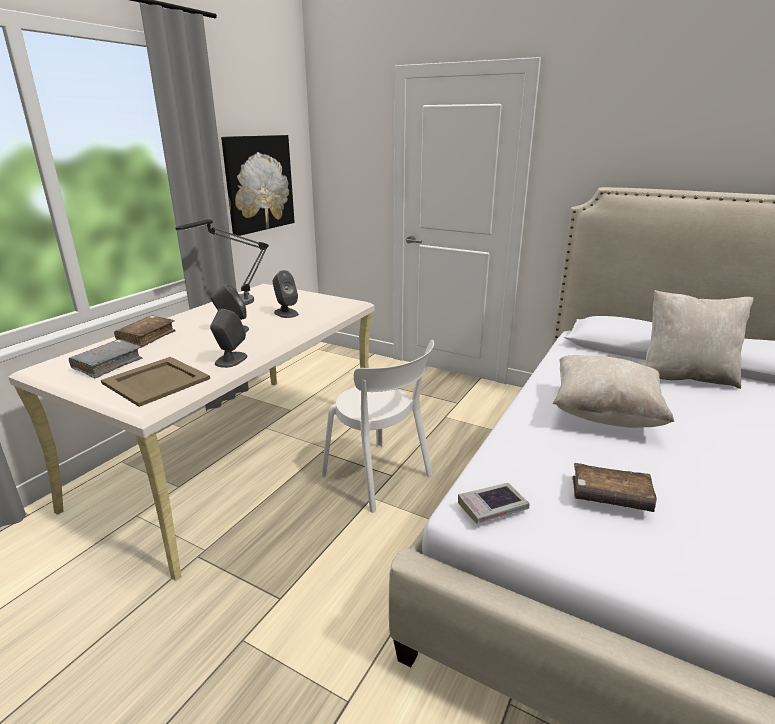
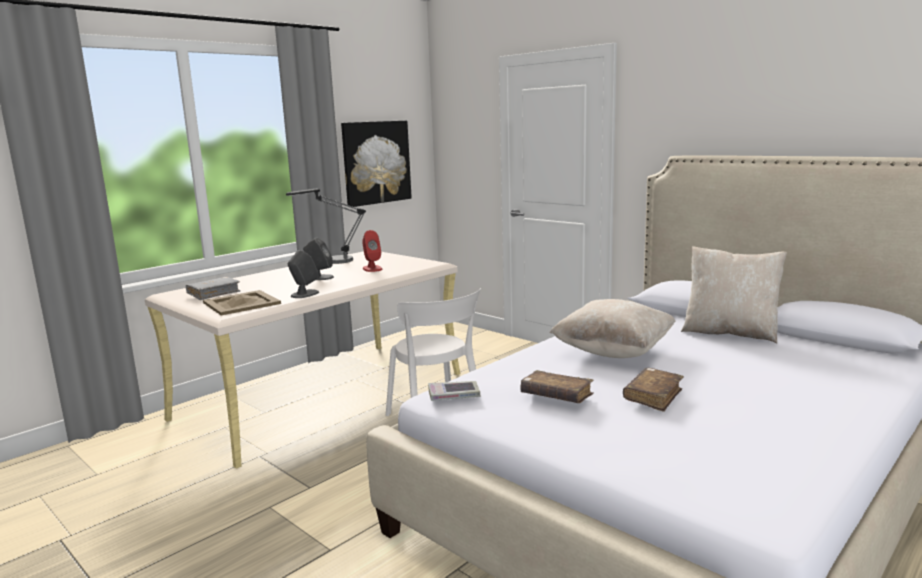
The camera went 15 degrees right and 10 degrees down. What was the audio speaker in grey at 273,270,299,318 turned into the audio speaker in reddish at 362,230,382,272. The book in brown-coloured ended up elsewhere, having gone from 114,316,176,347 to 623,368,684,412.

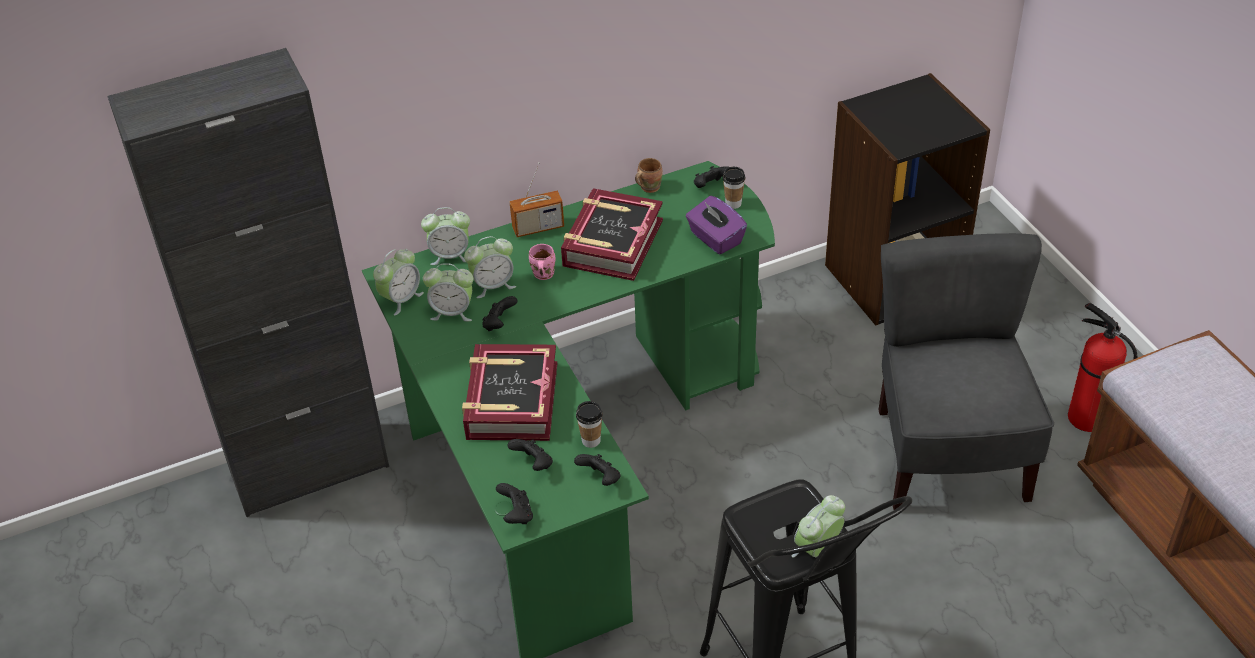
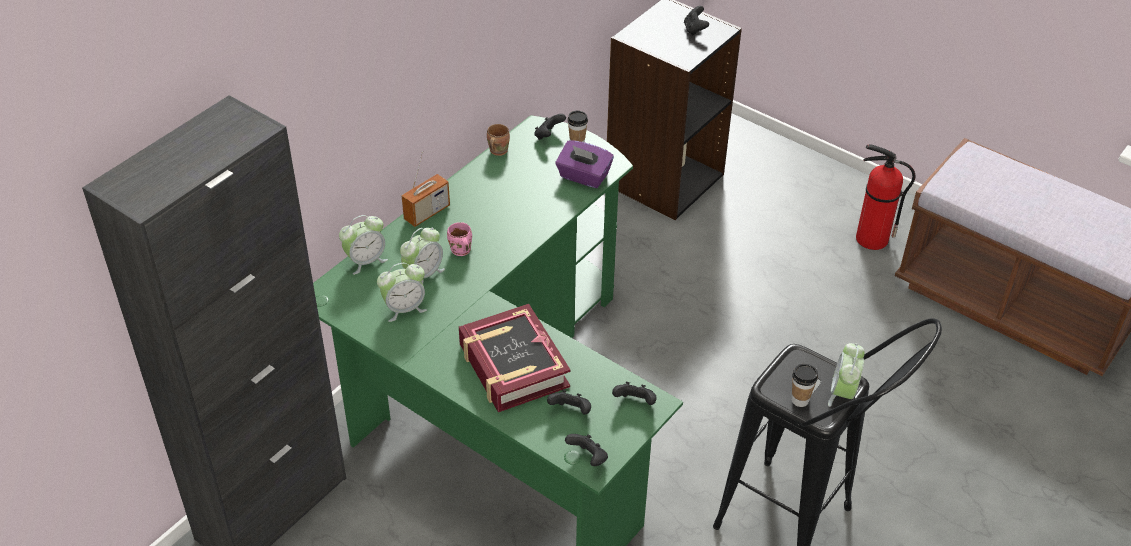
The camera went 30 degrees left and 0 degrees up. The gamepad in black ended up elsewhere, having gone from 482,296,518,331 to 684,6,709,36. The small cup ended up elsewhere, having gone from 576,401,603,448 to 791,364,818,407. The second view lost the table clock at 373,249,424,315. The second view lost the book at 561,188,663,281. The second view lost the upright chair in grey at 878,233,1054,510.

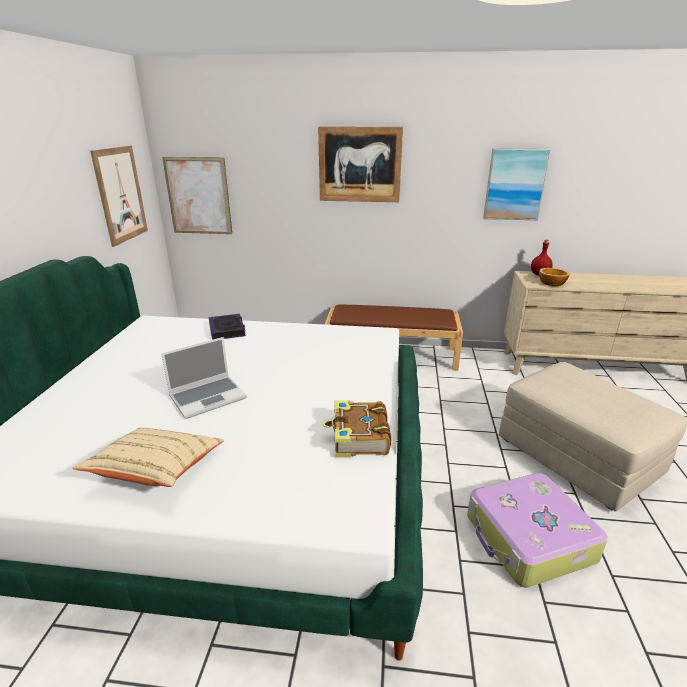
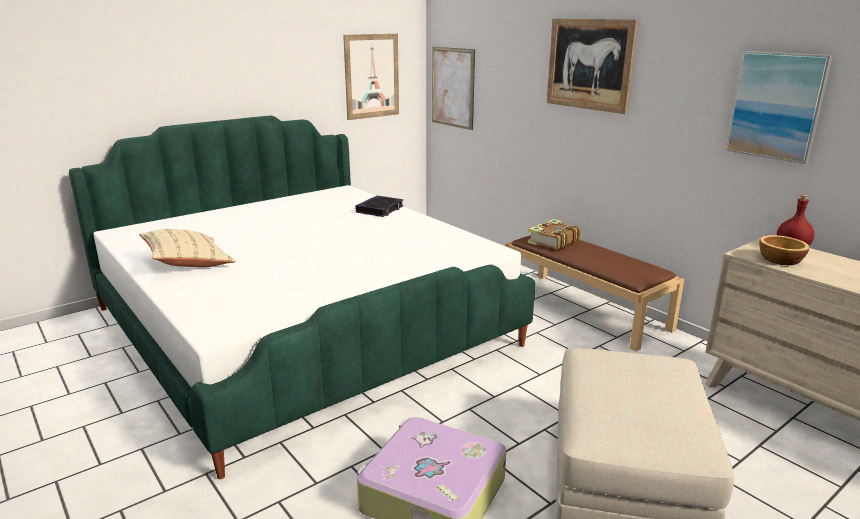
The camera went 45 degrees right and 5 degrees down. The book ended up elsewhere, having gone from 323,400,391,458 to 528,219,581,250. The second view lost the notebook computer at 161,337,247,419.

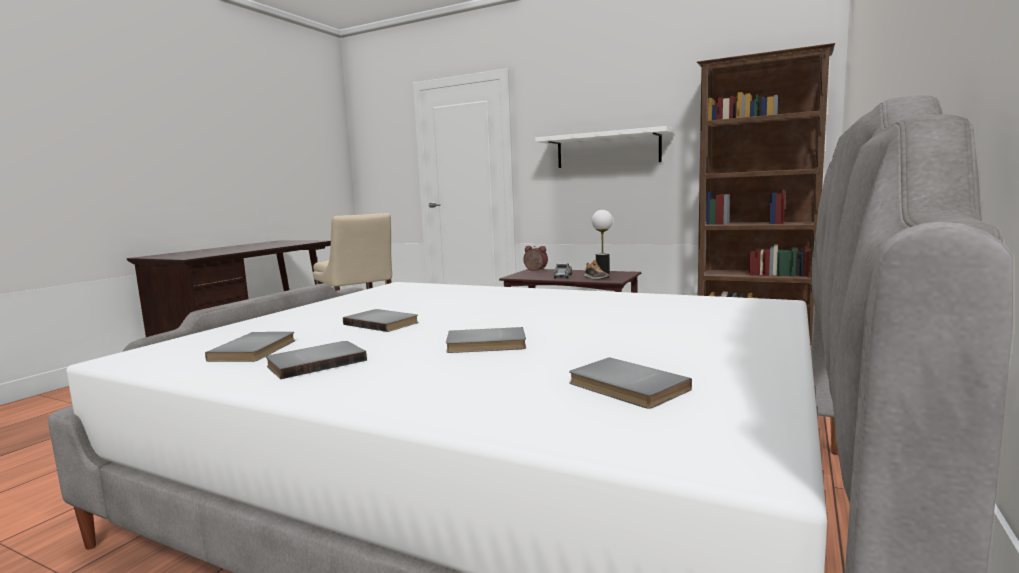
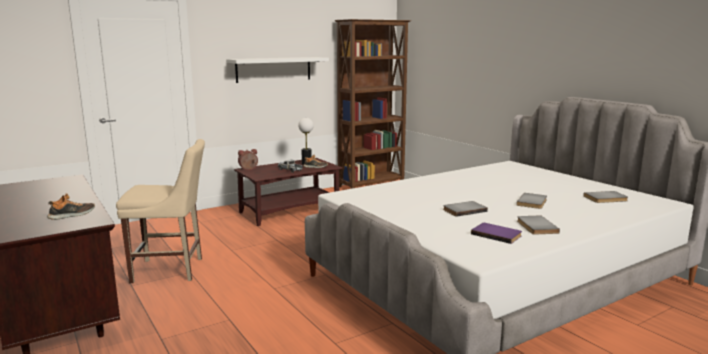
The camera went 60 degrees left and 5 degrees up. The second view gained the item of footwear at 47,193,95,220. What was the book in grey at 205,332,295,362 turned into the book in purplish at 471,223,522,244.

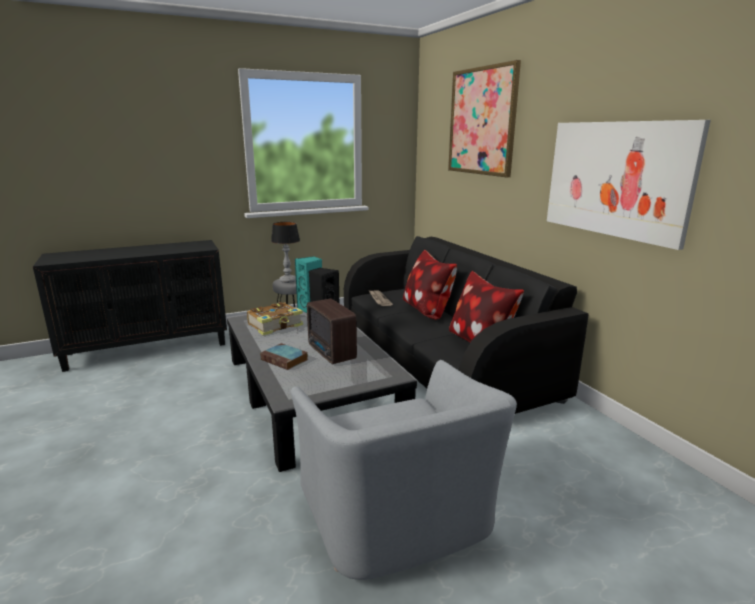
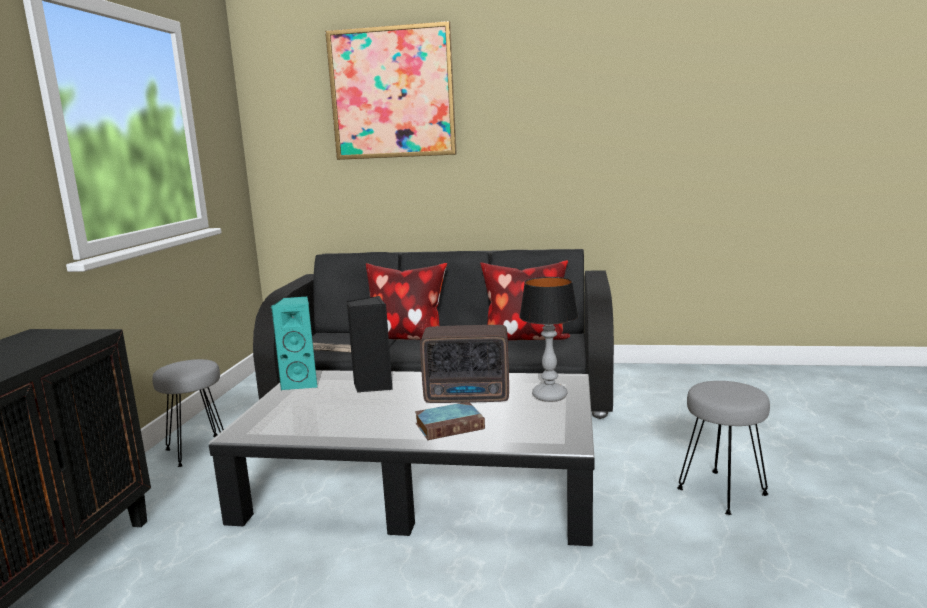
The camera went 55 degrees left and 5 degrees down. The table lamp ended up elsewhere, having gone from 271,222,300,283 to 519,277,579,402. Where the armchair in grey stood at 291,360,517,580, the stool in grey came to stand at 677,381,770,515. The second view lost the book at 247,302,303,336. The second view lost the wall picture at 547,120,711,250.

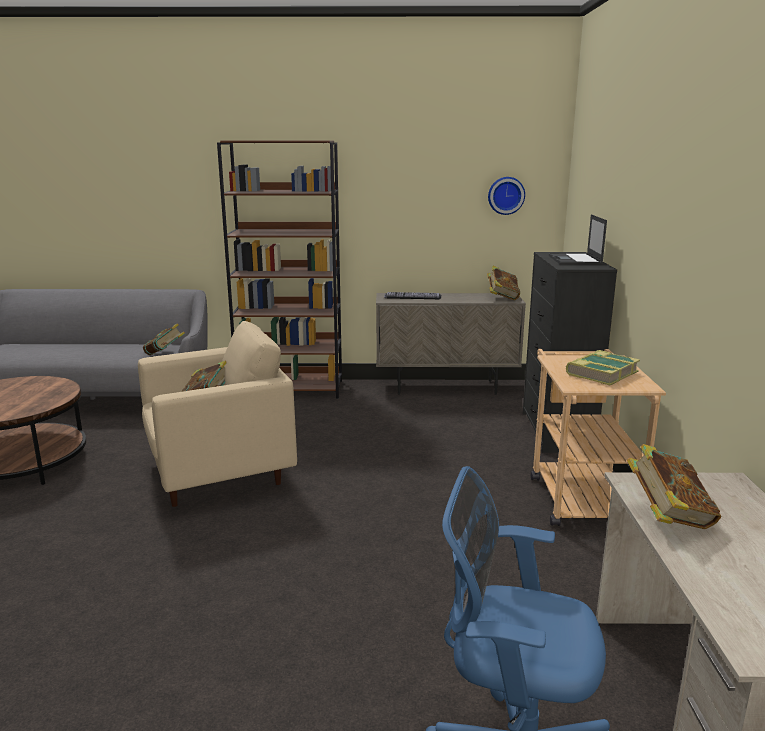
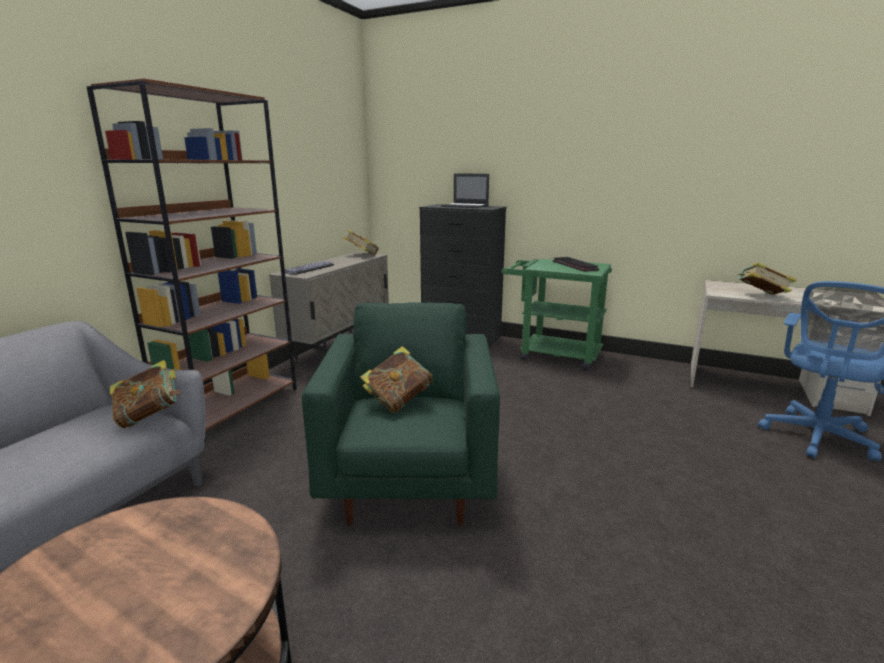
The camera went 65 degrees left and 0 degrees up. What was the armchair in beige-coloured at 138,321,297,507 turned into the armchair in greenish at 302,302,500,526. What was the cart in beige-coloured at 531,349,666,526 turned into the cart in greenish at 501,259,612,371. Where the book stood at 566,350,640,385, the keyboard came to stand at 553,257,599,272. The second view lost the wall clock at 488,177,525,215.

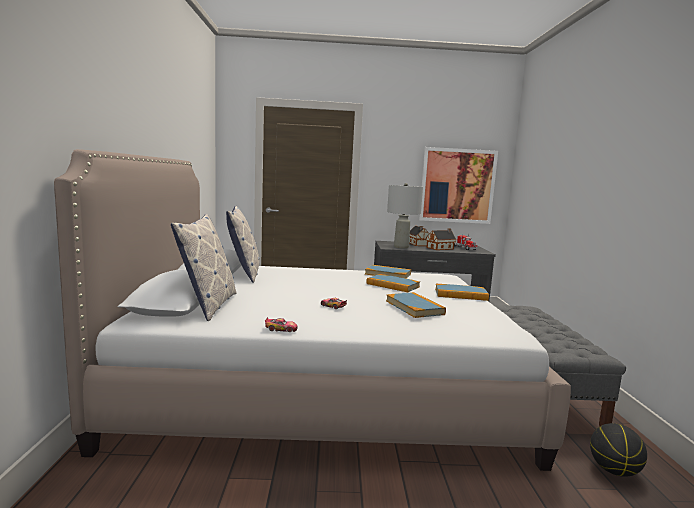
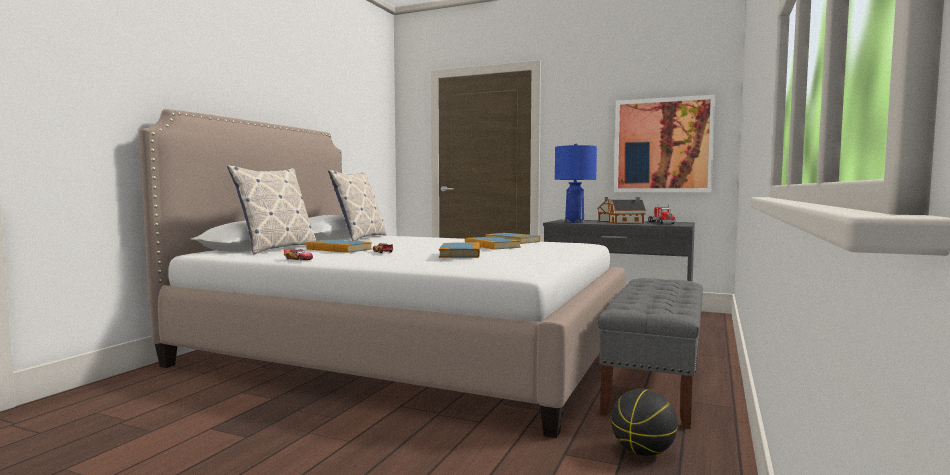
The camera went 25 degrees right and 5 degrees down. The book ended up elsewhere, having gone from 435,284,489,301 to 306,240,372,253. What was the table lamp in grey at 387,183,423,249 turned into the table lamp in blue-coloured at 555,144,597,223.

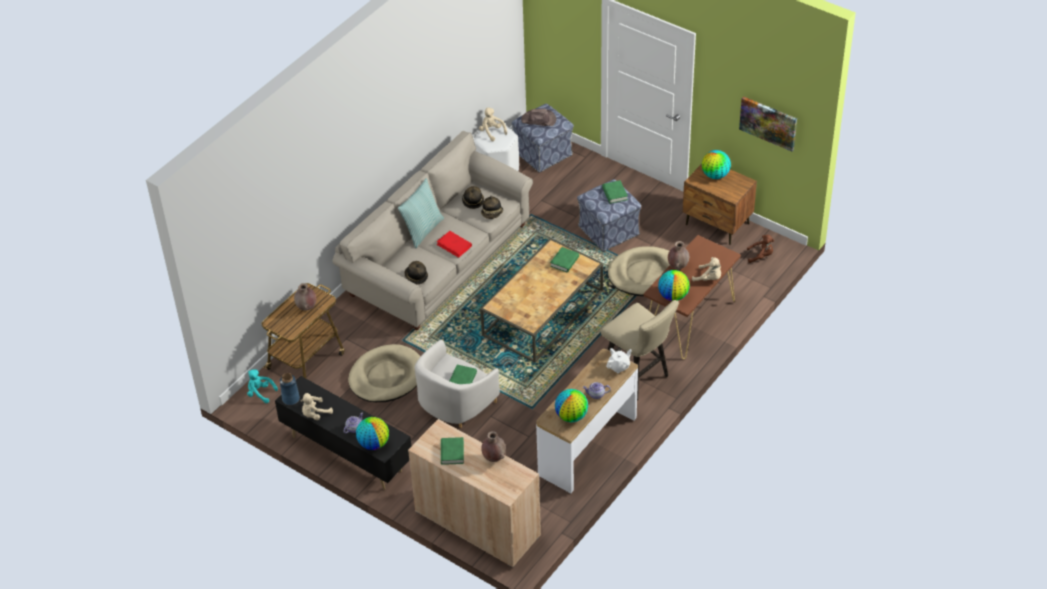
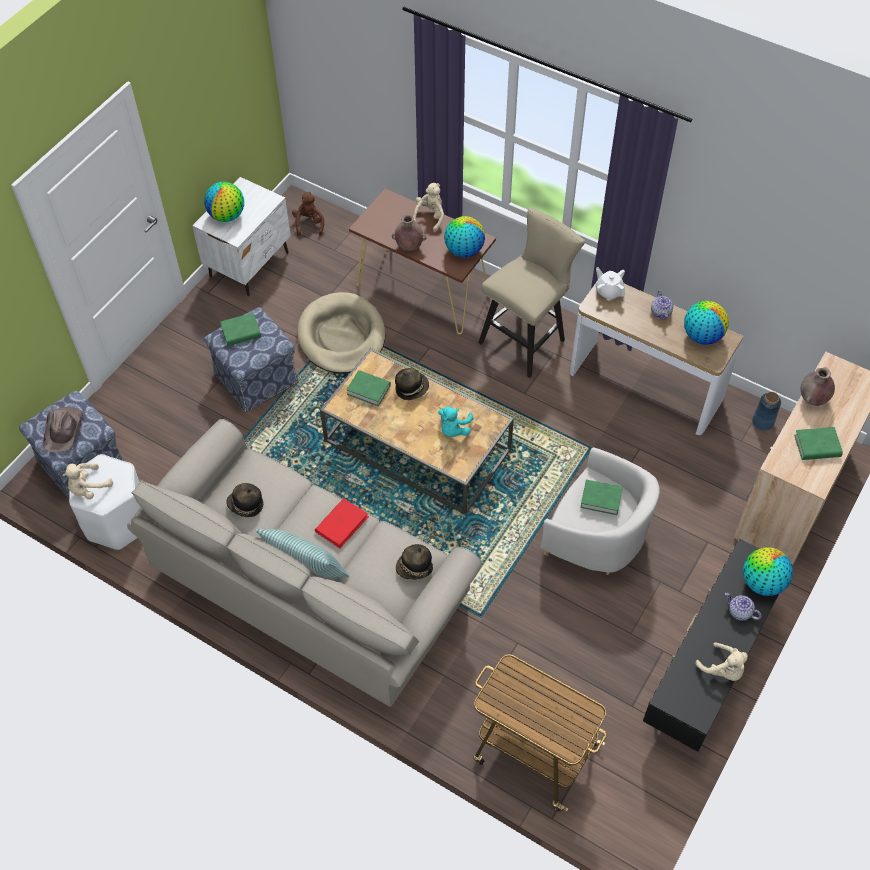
The camera went 95 degrees left and 10 degrees up. What was the nightstand in brown-coloured at 683,164,757,245 turned into the nightstand in whitish at 192,177,291,296. The wearable hat ended up elsewhere, having gone from 481,196,503,219 to 395,368,429,400. The cuddly toy in blue-green ended up elsewhere, having gone from 247,369,278,403 to 438,406,473,437. The decorative vase in blue-coloured ended up elsewhere, having gone from 280,373,300,405 to 752,392,781,431. The second view lost the decorative vase in brown-coloured at 294,283,316,311. The second view lost the pet bed in beige-coloured at 348,344,420,402. The second view lost the wall picture at 739,96,797,152.

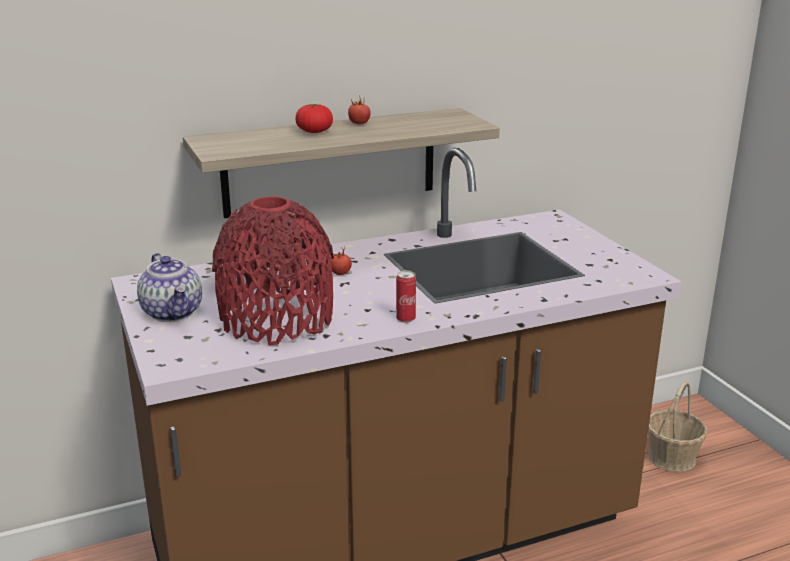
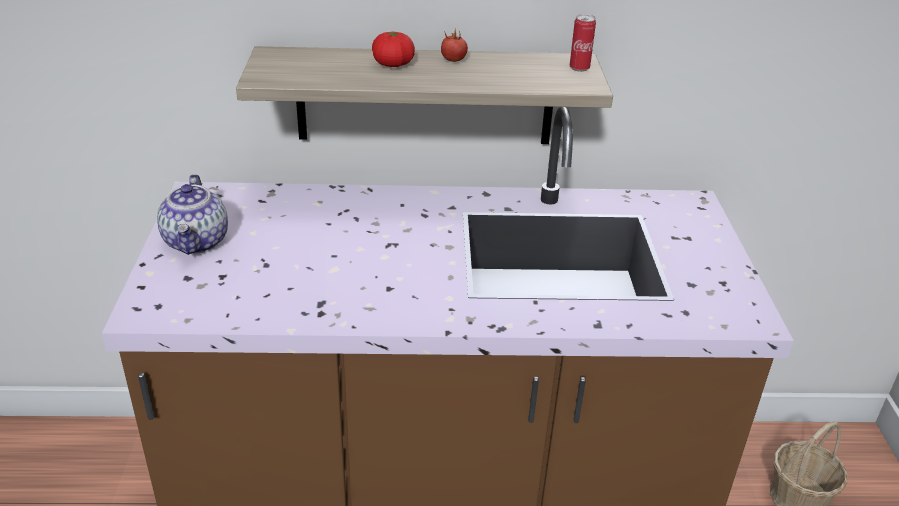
The camera went 20 degrees right and 10 degrees up. The can ended up elsewhere, having gone from 396,270,416,323 to 570,14,596,72. The second view lost the decorative vase in reddish at 212,196,334,345. The second view lost the fresh tomato at 331,247,352,275.

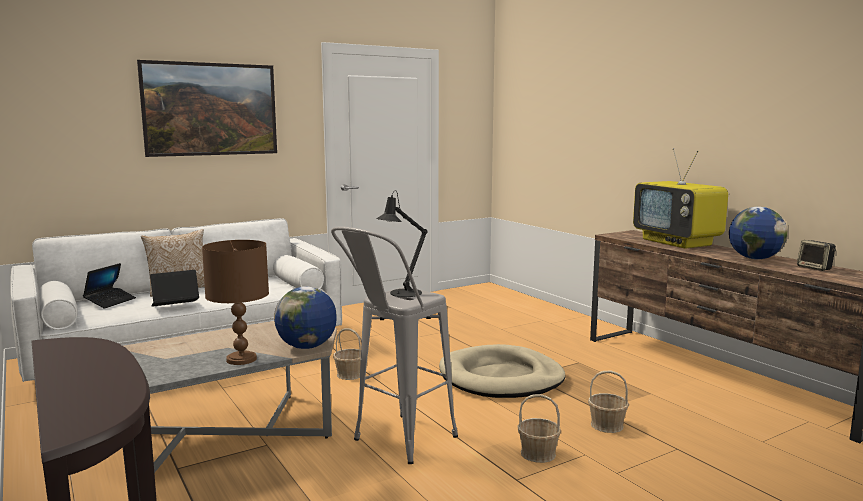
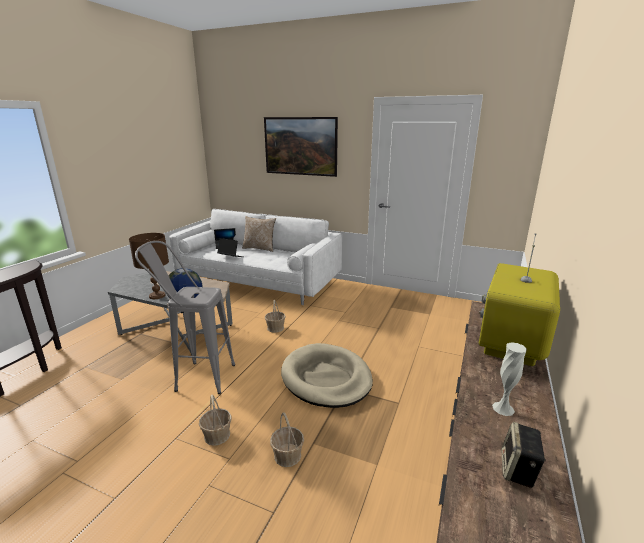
The camera went 55 degrees right and 10 degrees up. Where the globe stood at 729,207,788,260, the decorative vase in whitish came to stand at 492,342,527,416. The second view lost the table lamp in black at 376,190,428,297.

